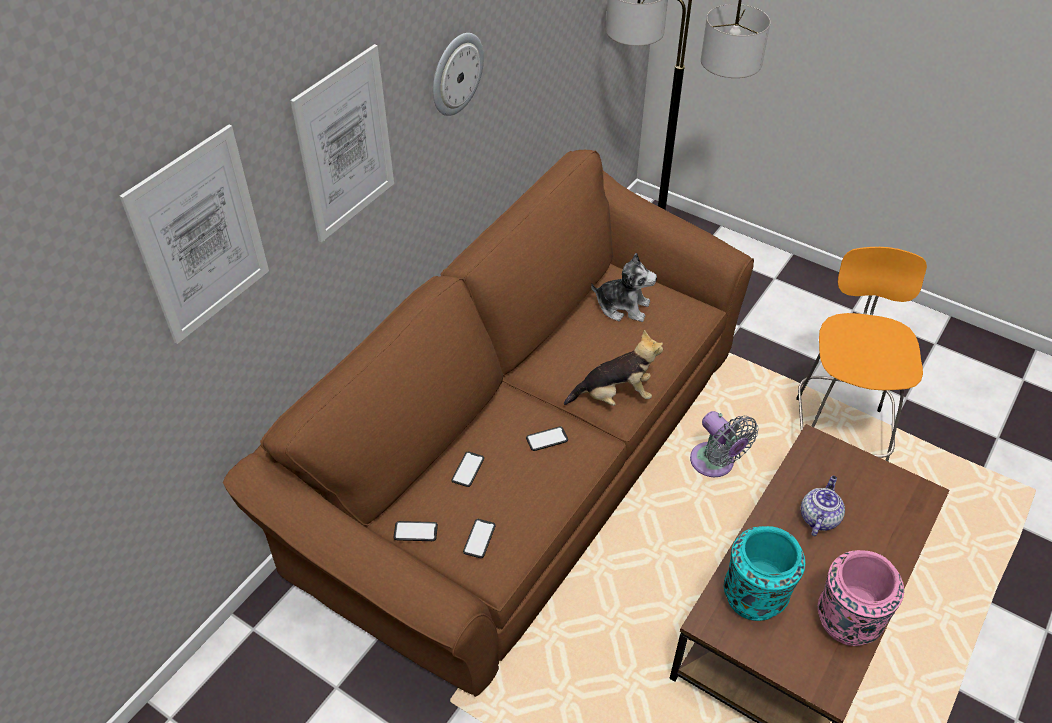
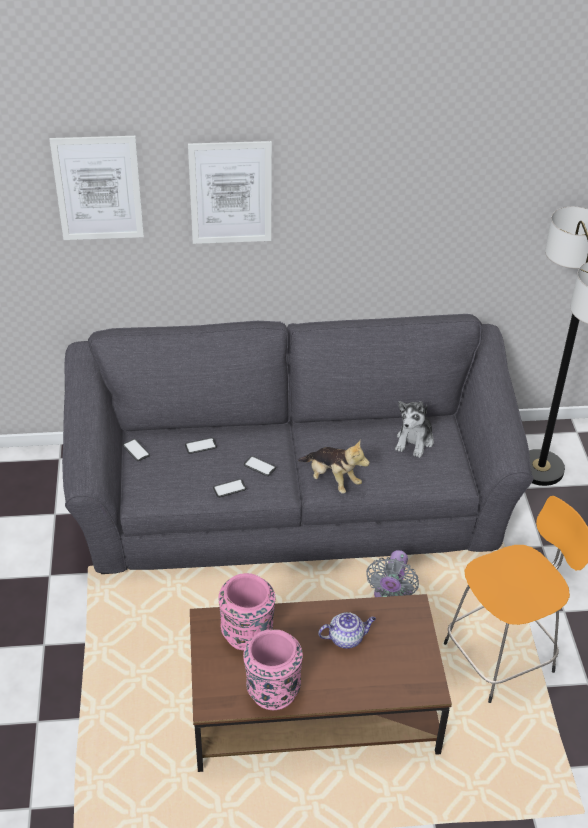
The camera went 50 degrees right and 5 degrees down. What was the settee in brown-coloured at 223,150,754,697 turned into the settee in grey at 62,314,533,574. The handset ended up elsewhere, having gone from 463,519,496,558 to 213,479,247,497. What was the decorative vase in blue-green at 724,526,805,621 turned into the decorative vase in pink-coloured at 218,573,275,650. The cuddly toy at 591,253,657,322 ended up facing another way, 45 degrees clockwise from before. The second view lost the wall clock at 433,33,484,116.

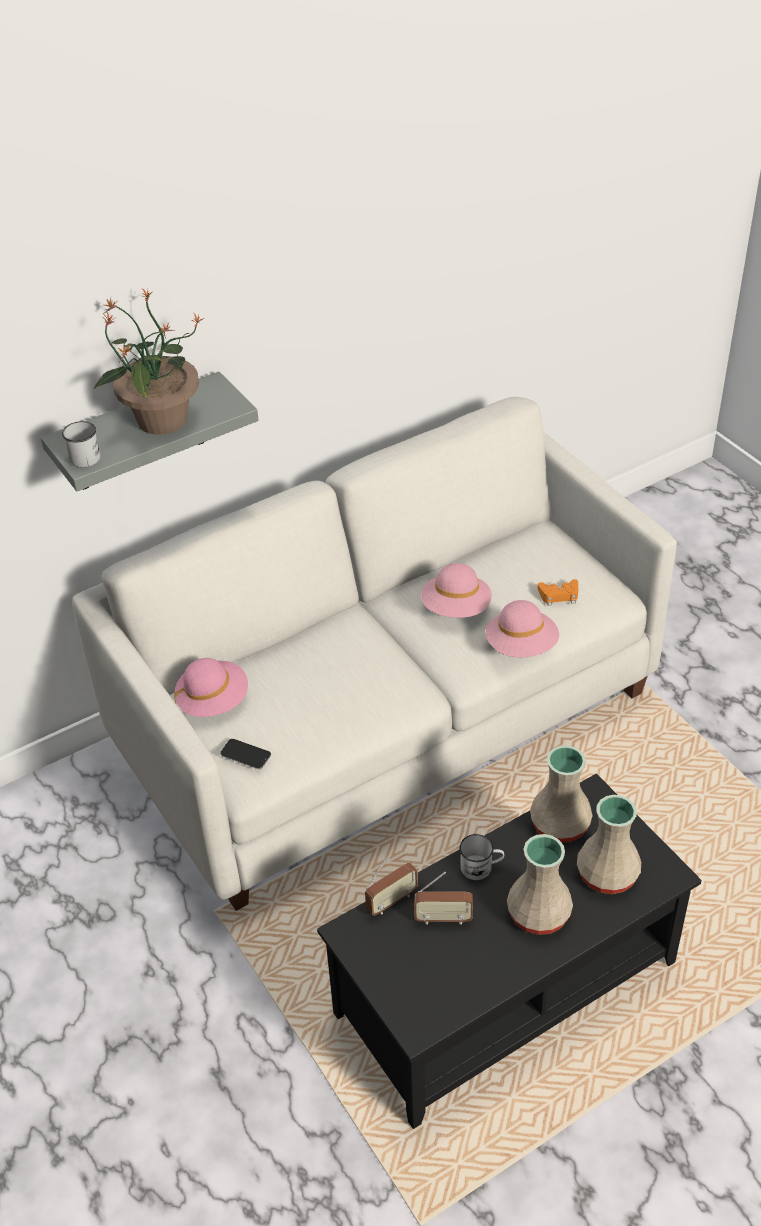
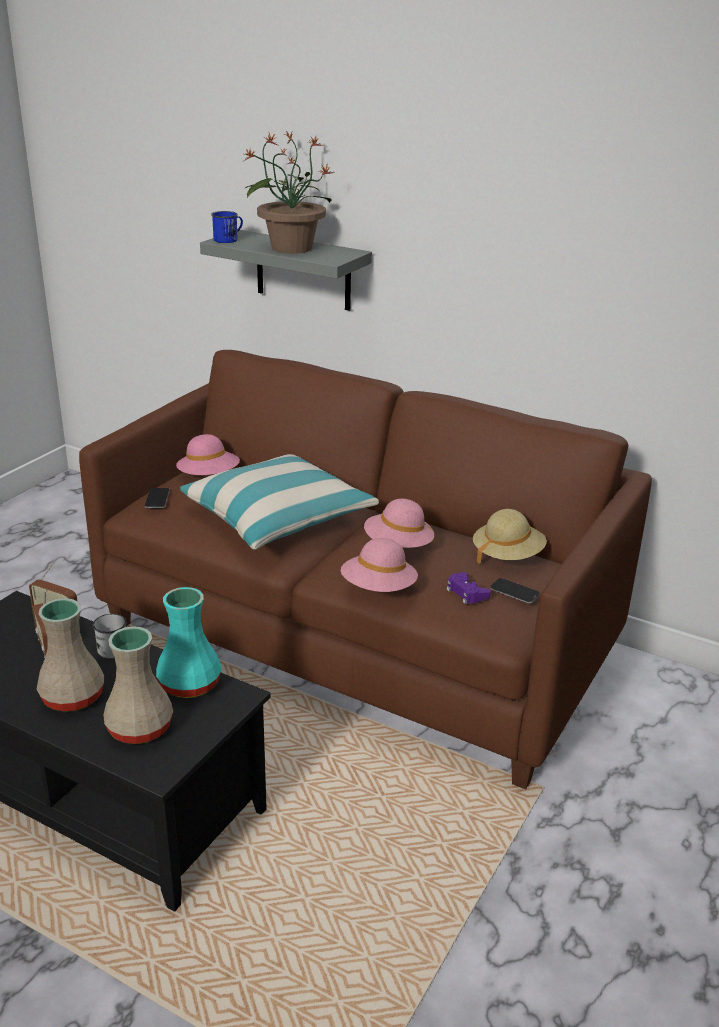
The camera went 60 degrees right and 15 degrees down. What was the settee in whitish at 72,397,677,911 turned into the settee in brown-coloured at 79,350,652,789. What was the decorative vase in beige-coloured at 530,745,593,843 turned into the decorative vase in blue-green at 156,587,221,698. The second view gained the cushion at 180,454,379,550. What was the coffee mug in whitish at 62,421,100,467 turned into the coffee mug in blue-coloured at 211,211,243,243. What was the gamepad in orangey at 538,579,579,606 turned into the gamepad in purplish at 447,572,491,604. The second view gained the wearable hat in beige-coloured at 473,509,547,564. The second view gained the handset at 490,578,540,604.

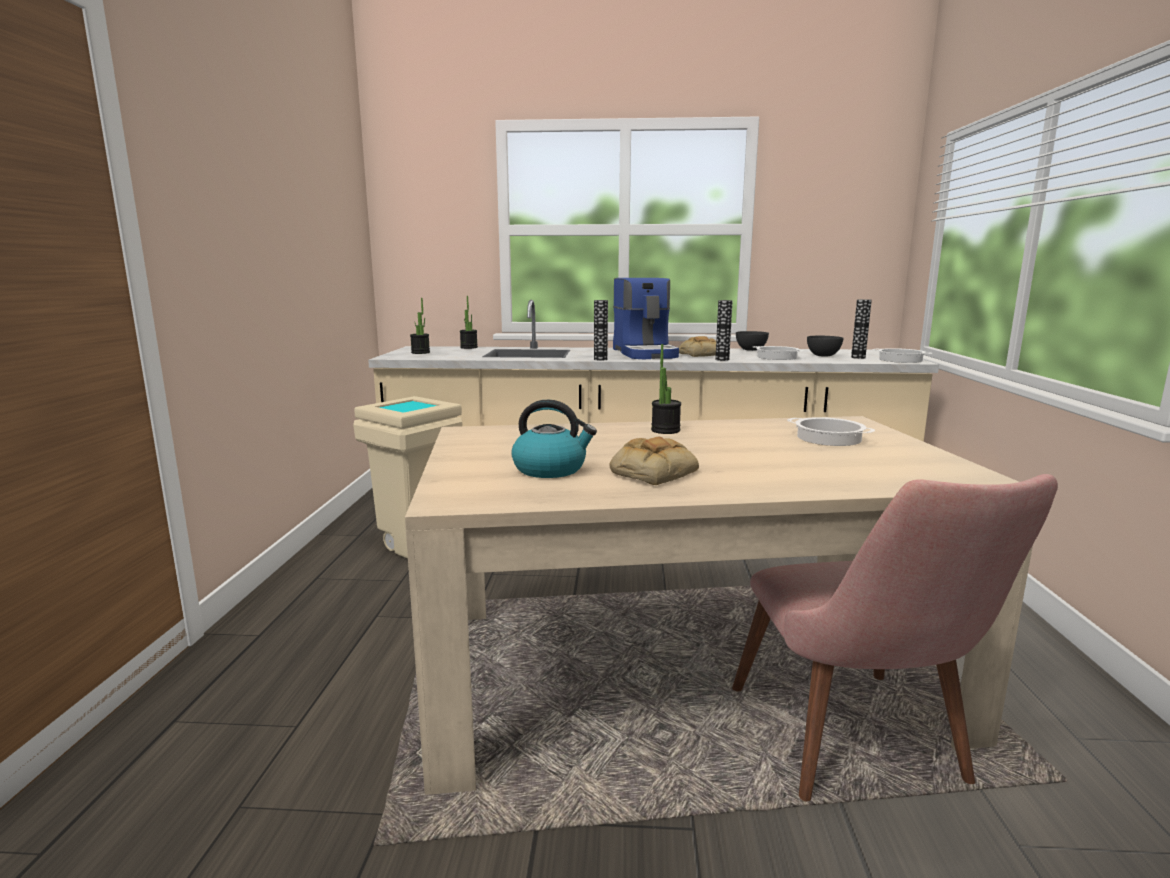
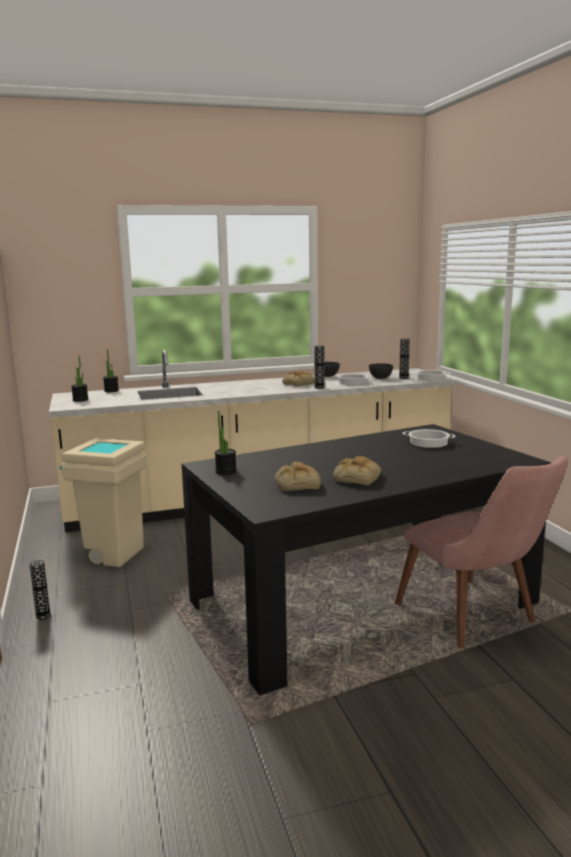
The camera went 20 degrees left and 0 degrees up. The decorative vase ended up elsewhere, having gone from 594,300,608,361 to 30,560,51,620. What was the dining table in beige-coloured at 405,416,1033,795 turned into the dining table in black at 182,424,551,696. The houseplant ended up elsewhere, having gone from 651,344,681,434 to 215,411,237,475. Where the kettle stood at 511,400,597,478, the bread came to stand at 274,462,321,491. The second view lost the coffee maker at 613,278,679,359.

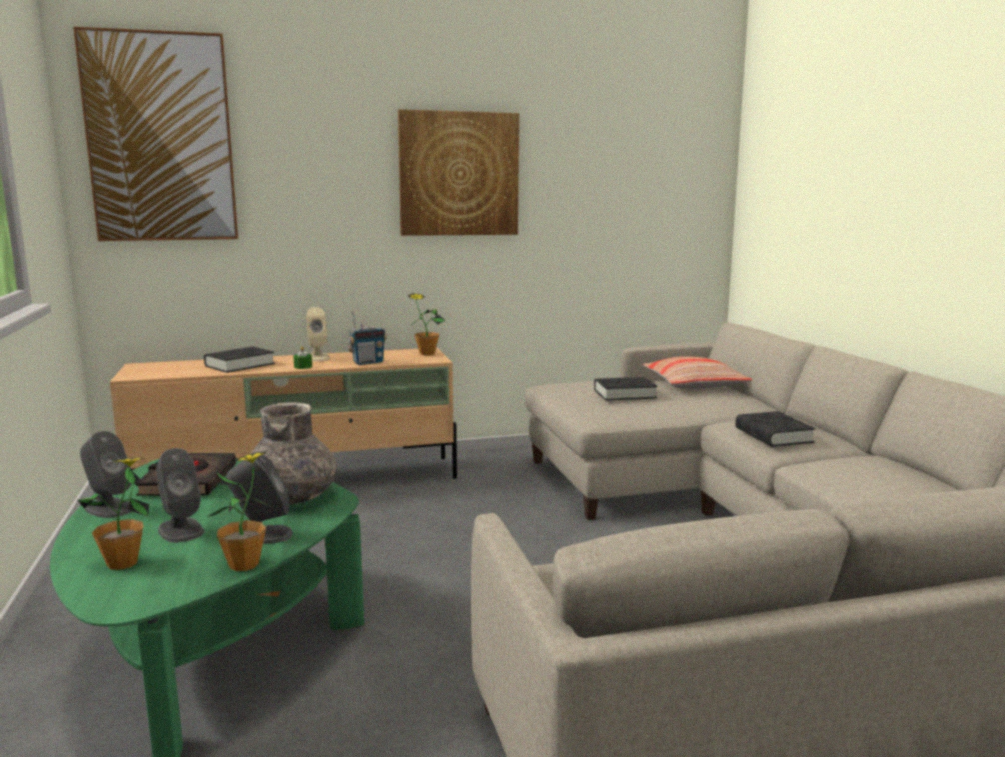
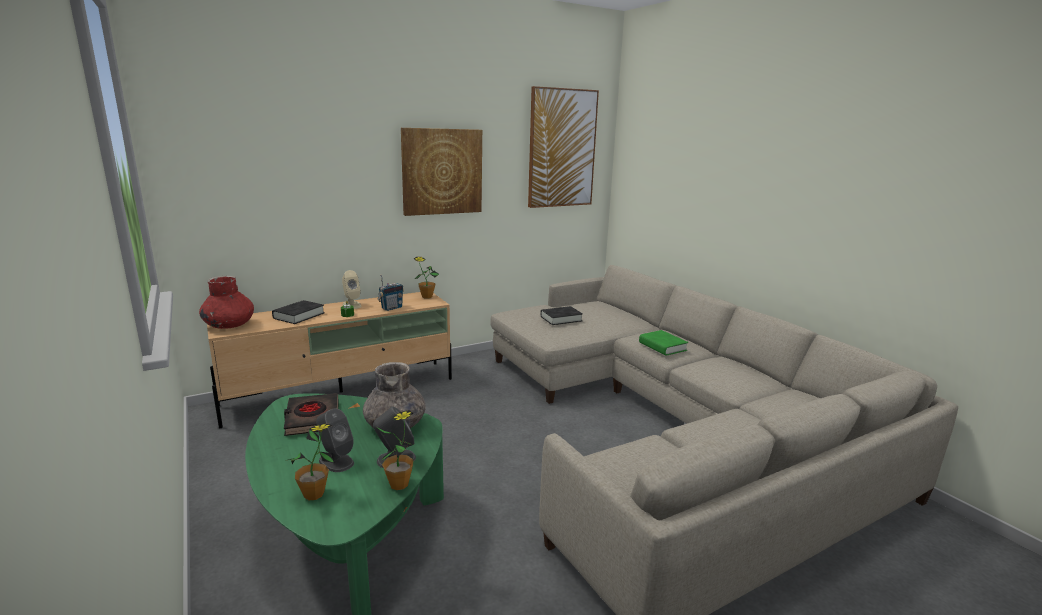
The camera went 15 degrees left and 5 degrees up. The second view gained the decorative vase in reddish at 199,276,254,329. The wall picture ended up elsewhere, having gone from 73,27,238,241 to 528,86,599,208. What was the book in black at 735,411,816,447 turned into the book in greenish at 639,330,688,356. The second view lost the audio speaker in grey at 80,431,132,518. The second view lost the cushion at 642,356,752,389.

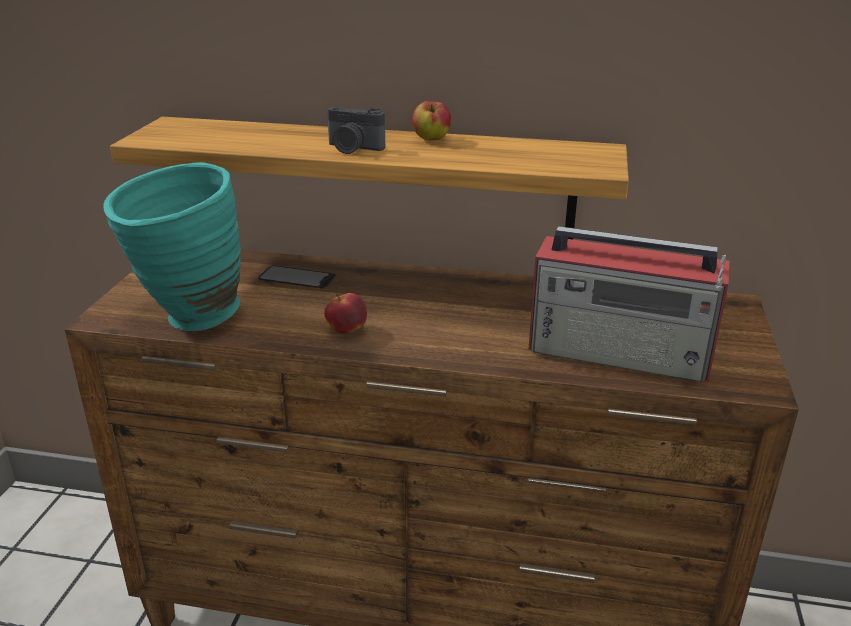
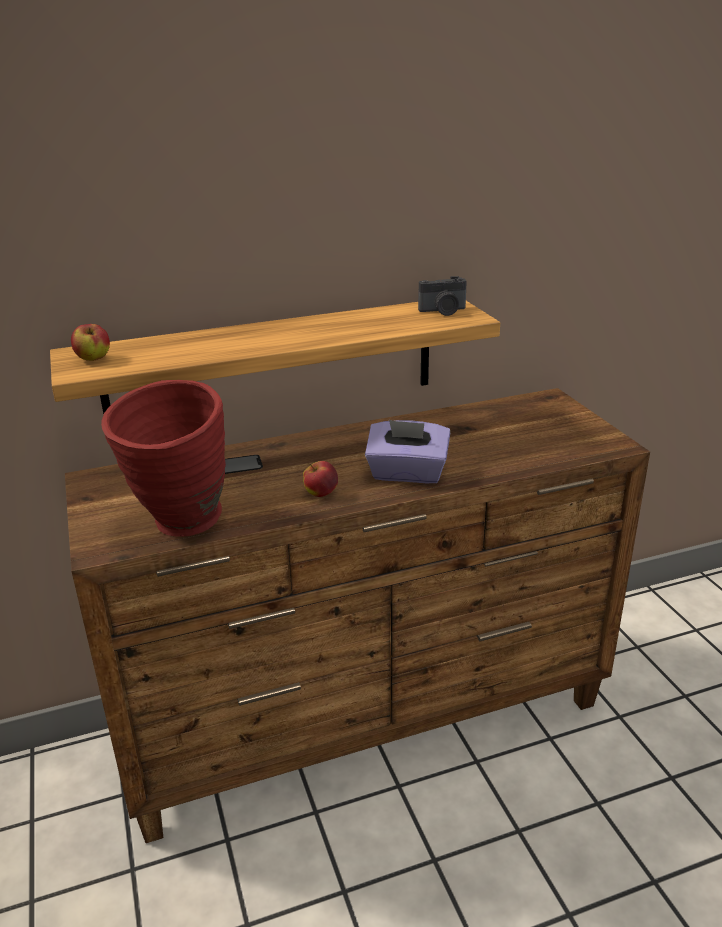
The camera went 30 degrees left and 0 degrees up. The apple ended up elsewhere, having gone from 412,101,451,140 to 71,324,110,361. What was the decorative vase in blue-green at 103,162,241,331 turned into the decorative vase in reddish at 101,380,226,537. The second view gained the box of tissues in purplish at 365,420,450,483. The photo camera ended up elsewhere, having gone from 327,106,385,154 to 418,276,467,316. The second view lost the radio at 528,226,729,382.

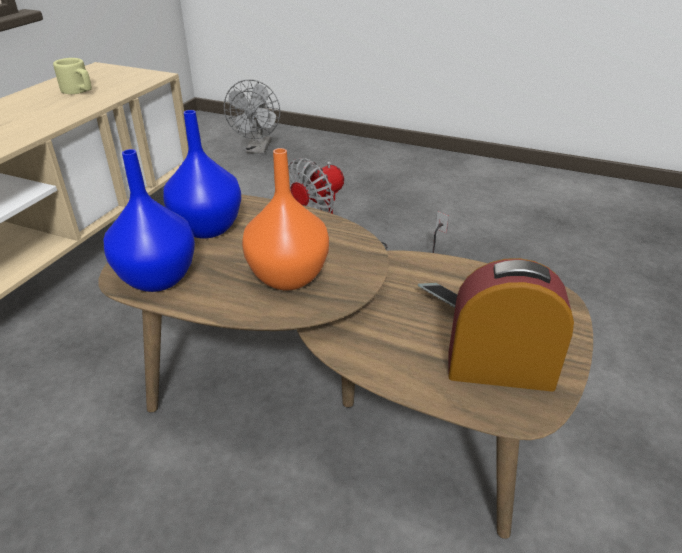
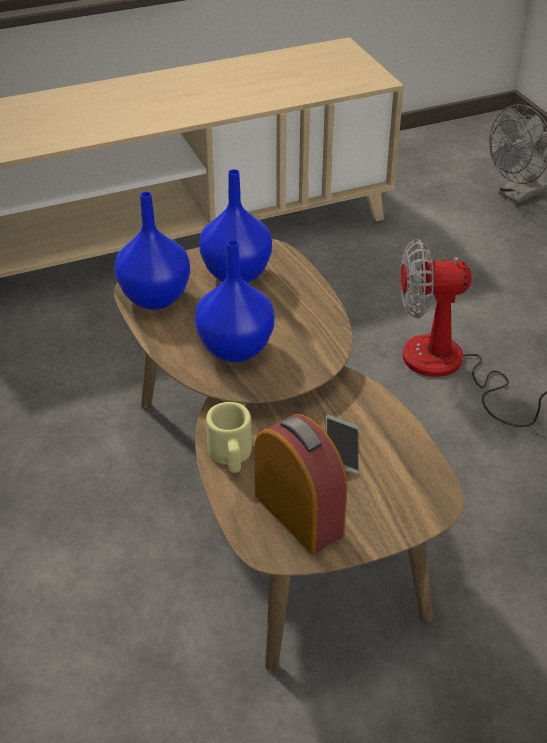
The camera went 45 degrees right and 5 degrees up. What was the decorative vase in orangey at 242,148,329,290 turned into the decorative vase in blue-coloured at 195,240,274,362. The coffee mug in beige-coloured ended up elsewhere, having gone from 53,58,92,94 to 206,402,252,473.

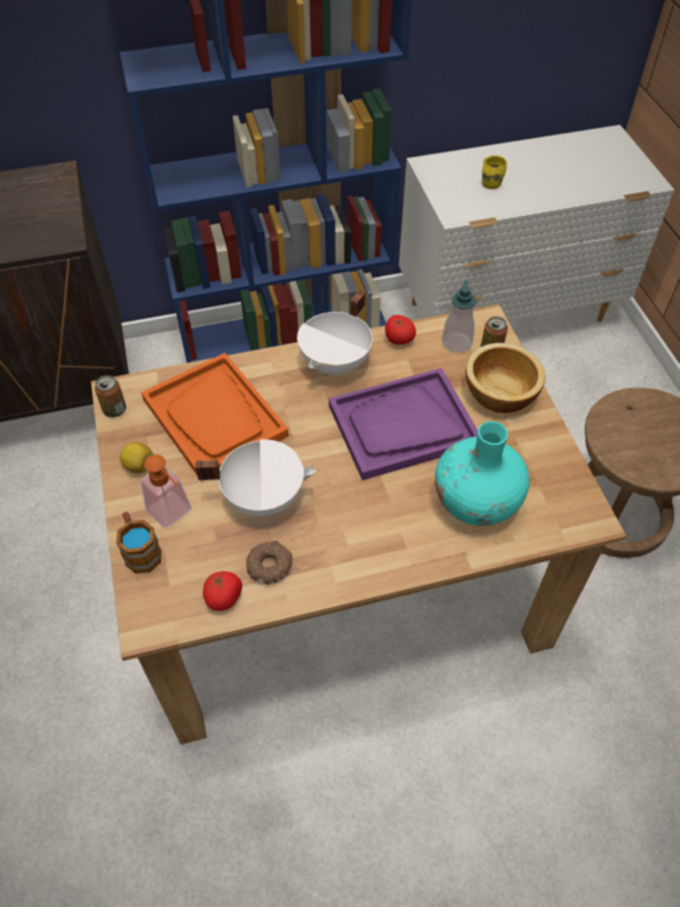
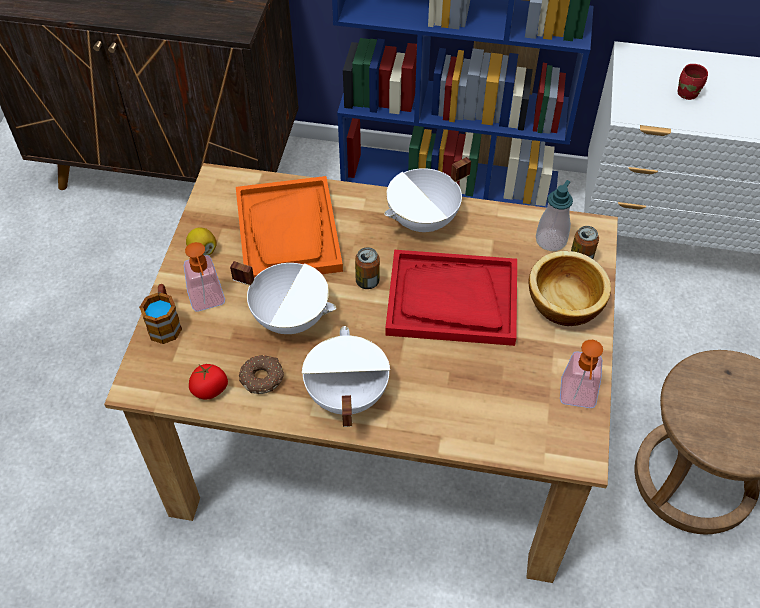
The camera went 25 degrees right and 0 degrees up. The second view gained the stockpot in whitish at 302,326,390,427. The can ended up elsewhere, having gone from 95,375,126,417 to 355,247,380,289. What was the tray in purplish at 329,368,478,480 turned into the tray in reddish at 385,250,517,346. The second view gained the soap dispenser at 560,340,603,408. What was the coffee mug in yellow at 482,155,507,189 turned into the coffee mug in reddish at 678,64,708,100. The second view lost the fresh tomato at 385,315,416,345. The second view lost the decorative vase in blue-green at 435,421,529,526.

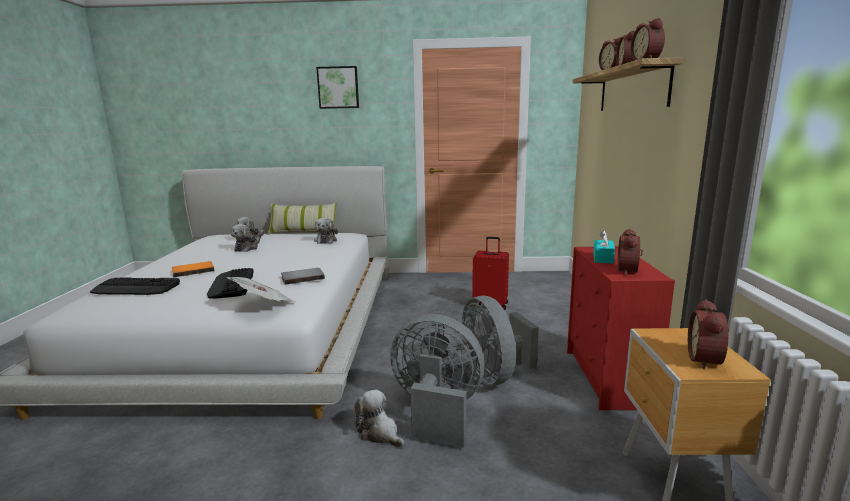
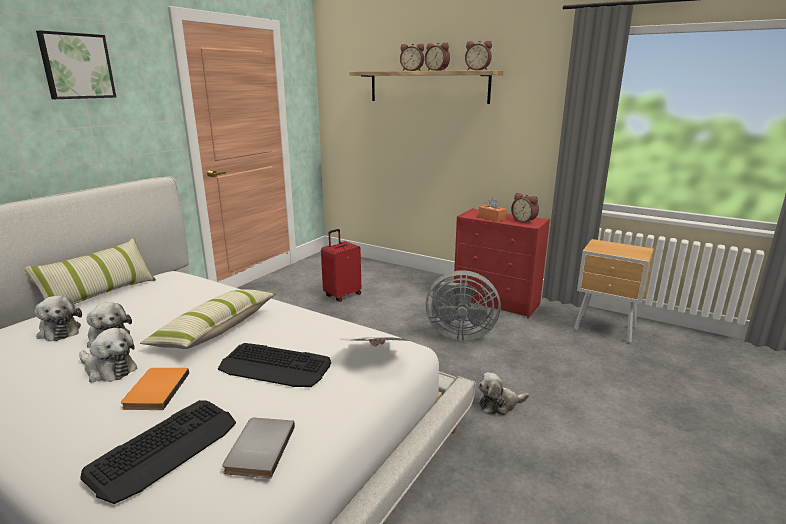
The camera went 60 degrees left and 5 degrees up. The cuddly toy ended up elsewhere, having gone from 314,218,338,244 to 79,328,137,382. The second view gained the cushion at 140,290,276,349. The book in grey ended up elsewhere, having gone from 281,268,325,285 to 223,418,295,478. What was the box of tissues in blue-green at 593,230,615,264 turned into the box of tissues in orangey at 478,198,507,222. The second view lost the cooling fan in grey at 390,314,485,448. The second view lost the table clock at 688,299,728,370.

